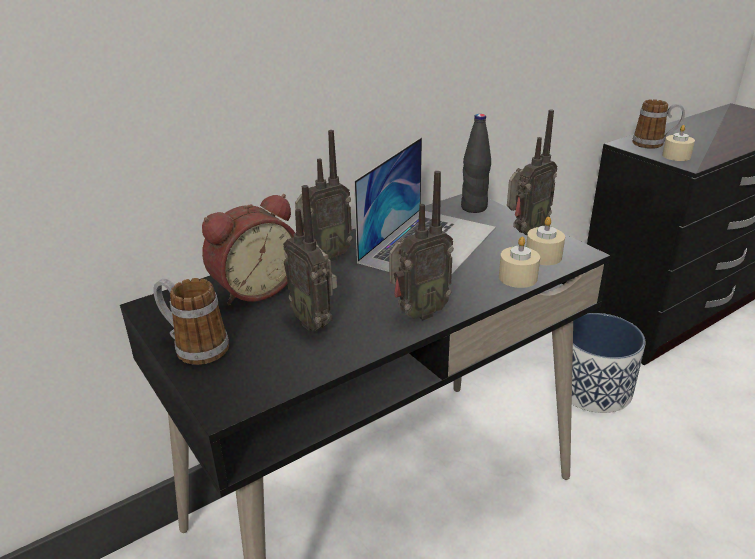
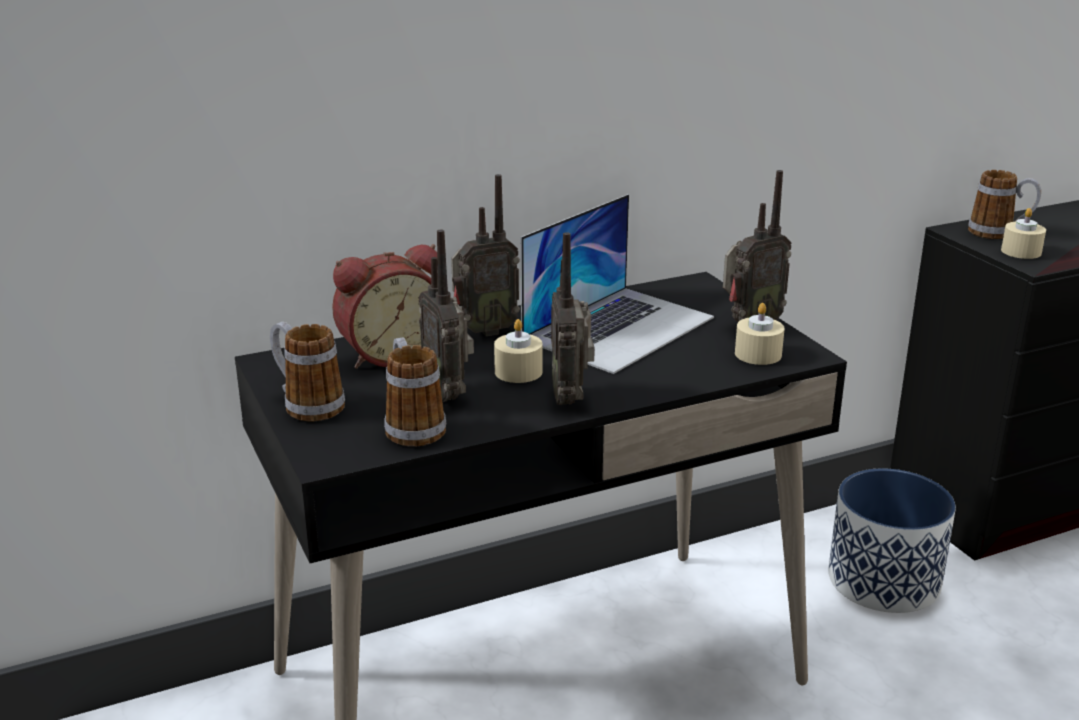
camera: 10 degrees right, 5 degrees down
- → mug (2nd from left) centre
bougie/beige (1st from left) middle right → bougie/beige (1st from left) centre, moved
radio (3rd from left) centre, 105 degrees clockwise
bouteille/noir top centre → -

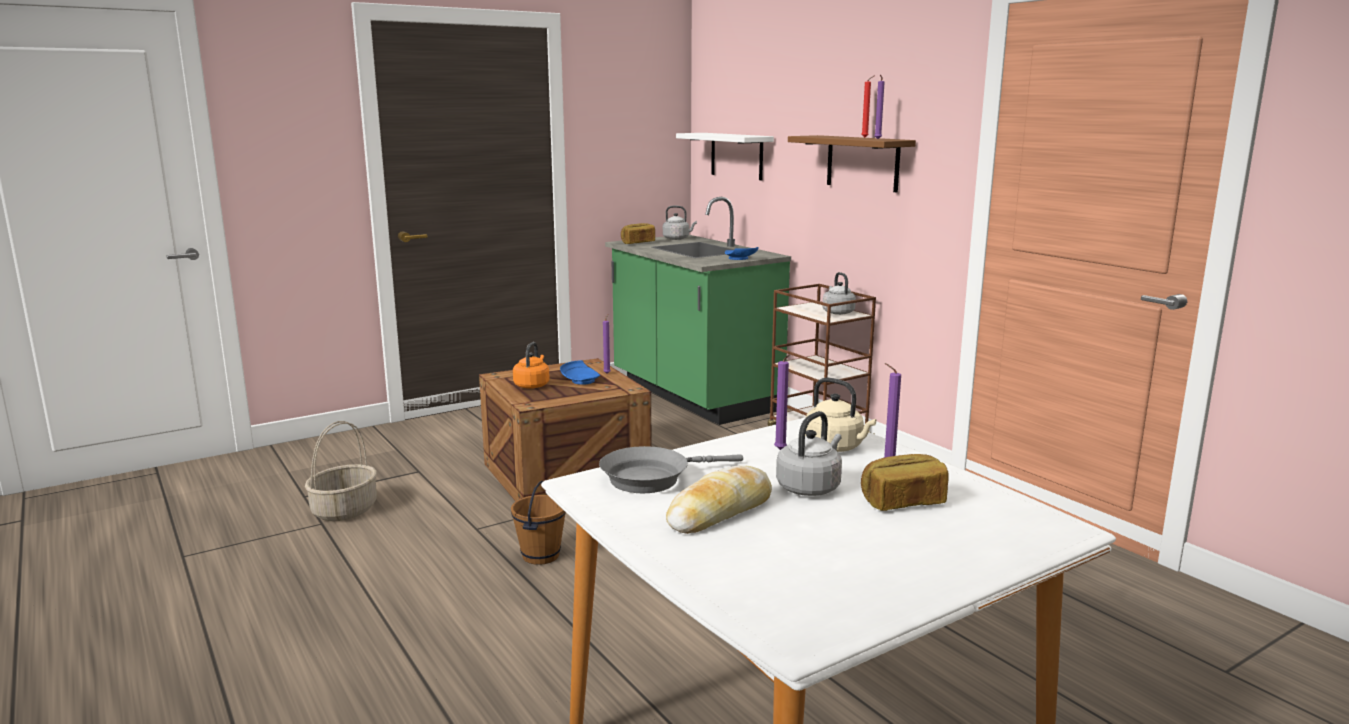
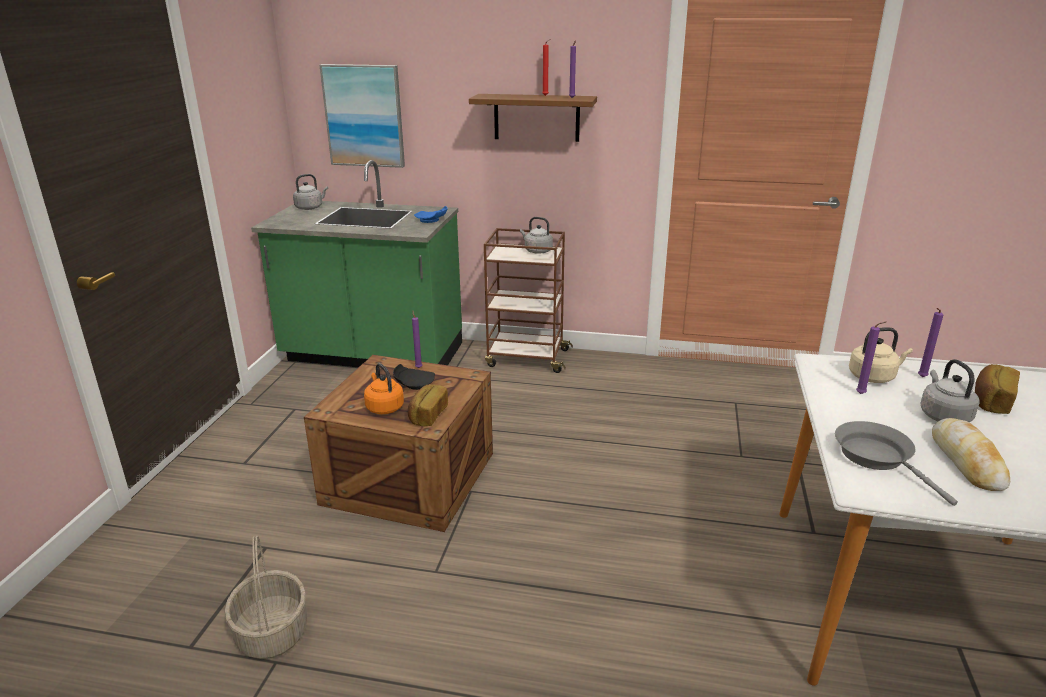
camera: 45 degrees left, 10 degrees up
étagère/blanc top centre → tableau top centre
assiette/bleu (1st from left) centre → assiette/noir centre
pain (1st from left) top centre → pain (1st from left) centre, moved
poêle/gris centre → poêle/gris middle right, 135 degrees clockwise
seau/marron bottom centre → -

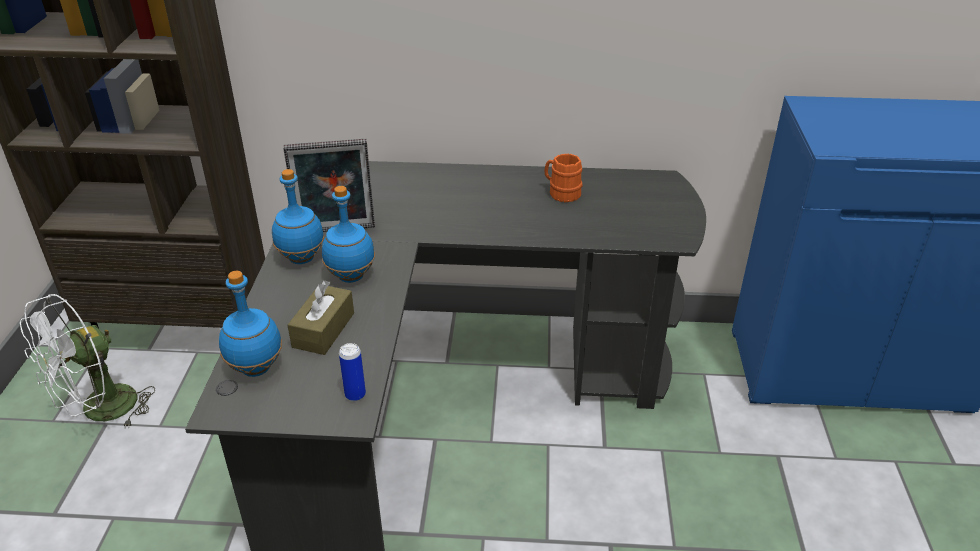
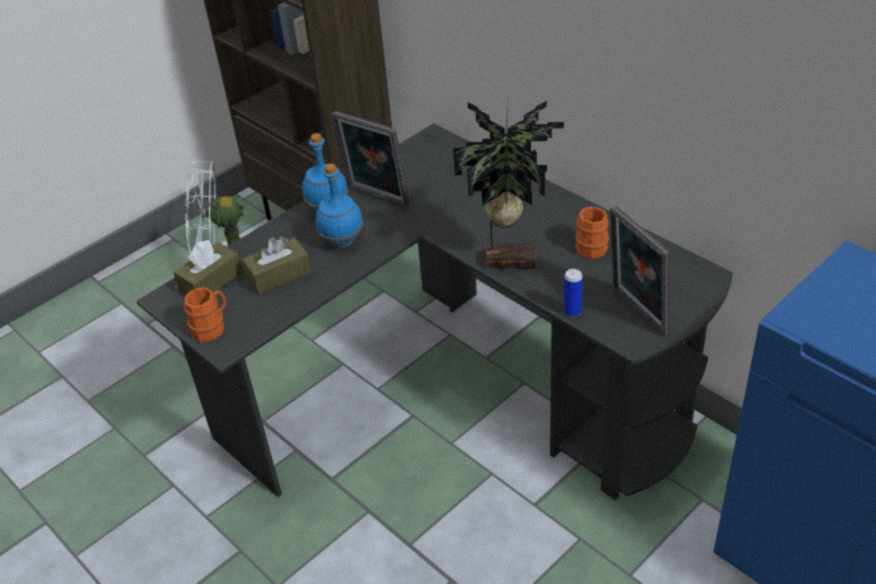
camera: 45 degrees right, 5 degrees up
bouteille/bleu (1st from left) middle left → boîte à mouchoirs/marron (1st from left) middle left
- → mug/orange (1st from left) middle left
- → plante en pot top centre
boîte métallique bottom centre → boîte métallique centre, moved
- → cadre photo (2nd from left) middle right

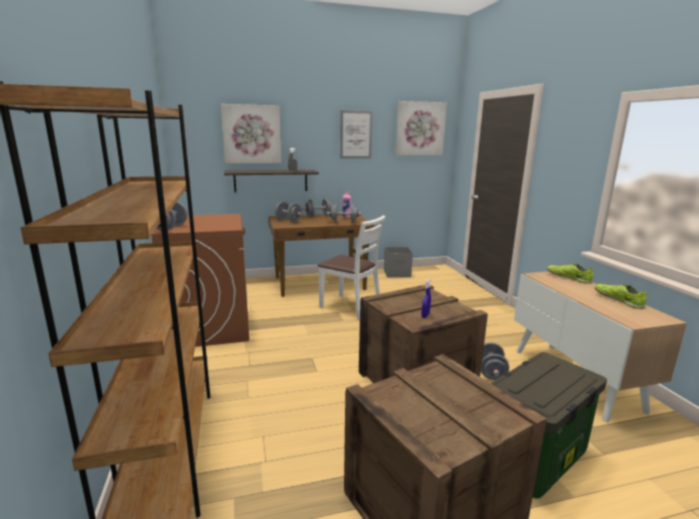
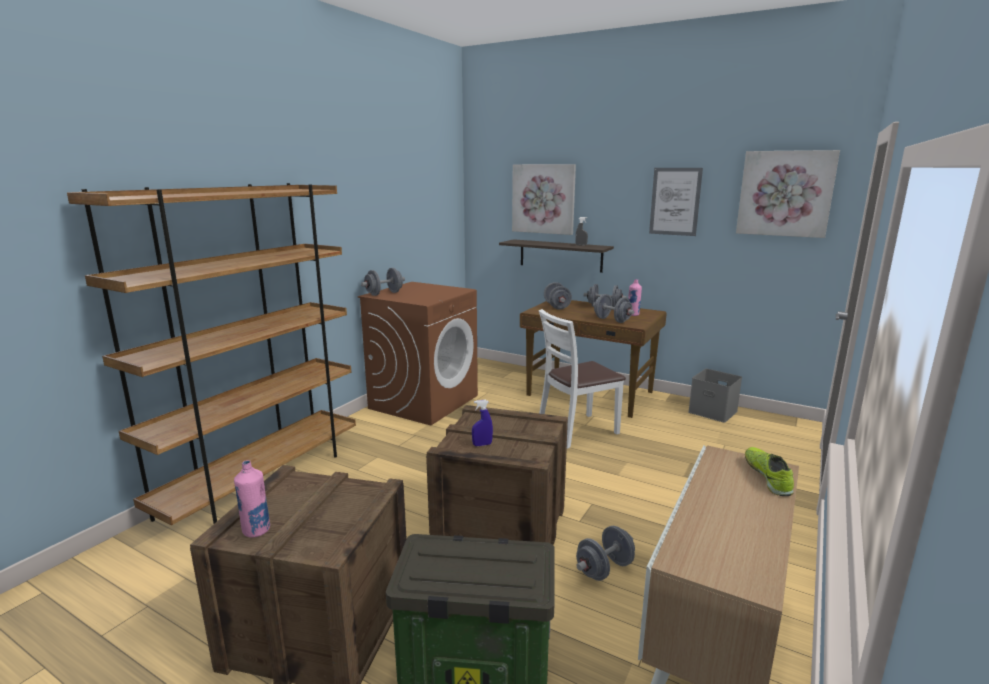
camera: 45 degrees right, 0 degrees up
- → bouteille/rose (1st from left) bottom left
chaise/blanc centre, 75 degrees clockwise
chaussure (2nd from left) middle right → -

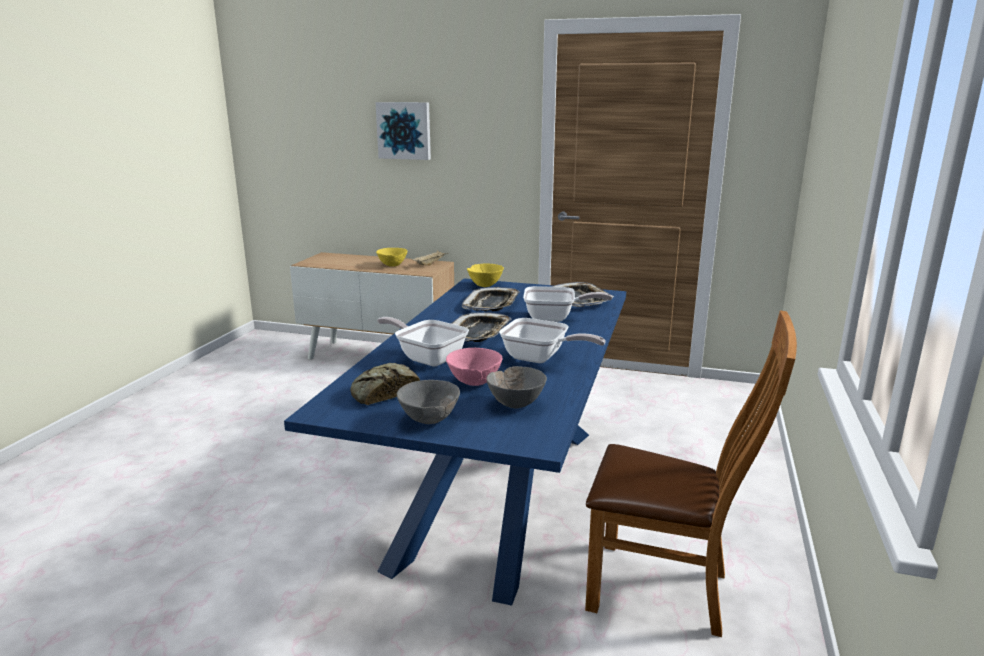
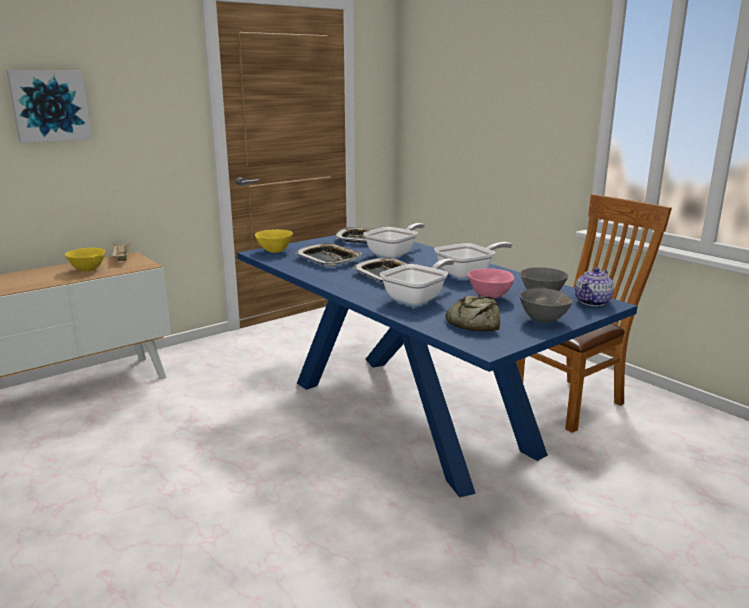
camera: 55 degrees left, 0 degrees up
poêle (1st from left in the first image) centre → poêle (2nd from left) centre, 150 degrees clockwise
- → théière middle right

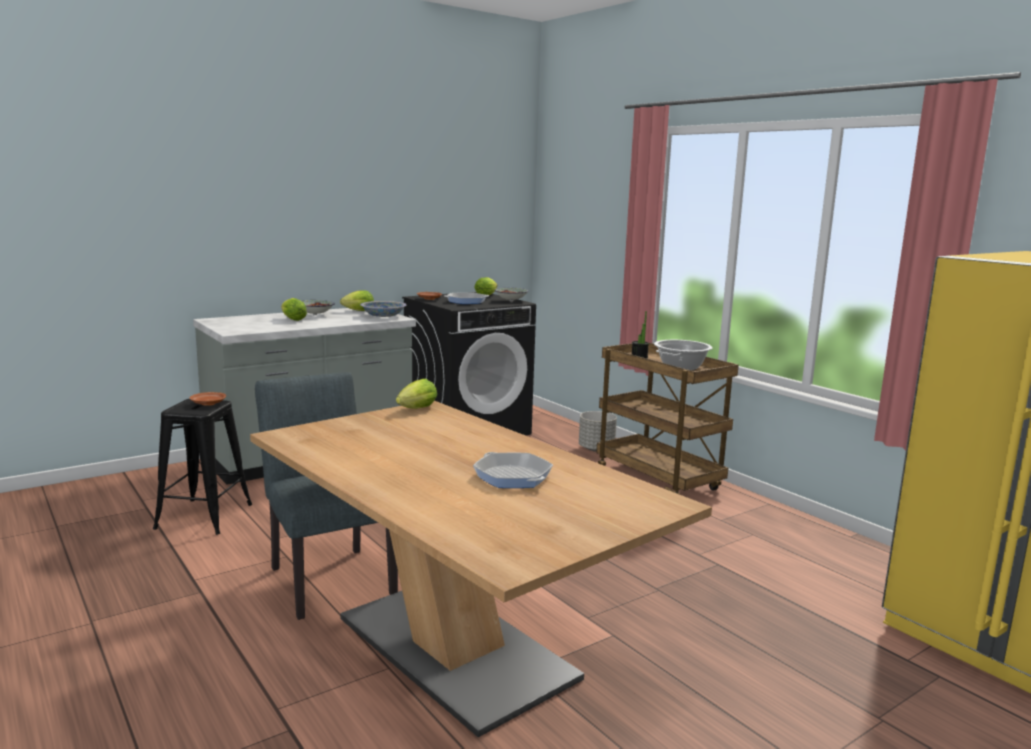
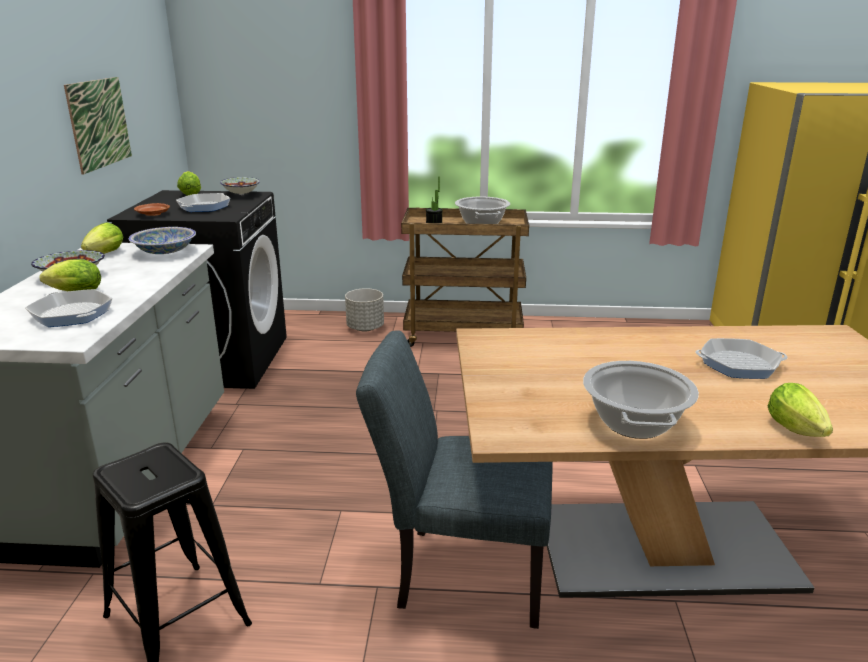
camera: 50 degrees left, 10 degrees up
- → poêle (1st from left) middle left
- → tableau top left
- → marmite (2nd from left) middle right
laitue (3rd from left in the first image) centre → laitue (4th from left) middle right, moved
assiette/marron (1st from left) middle left → -

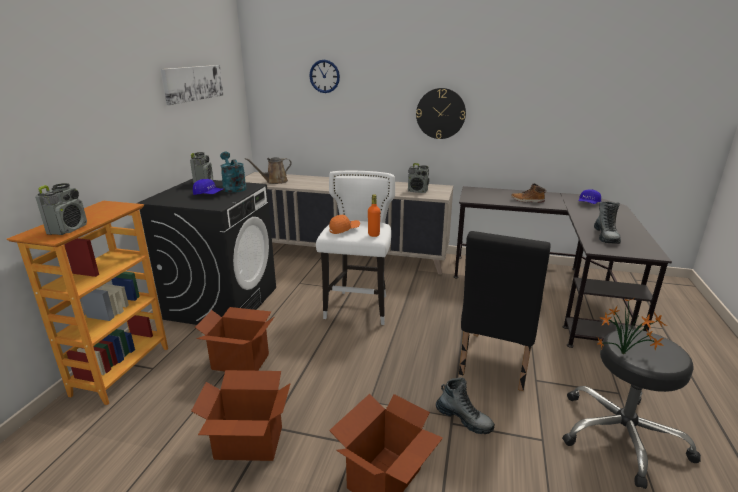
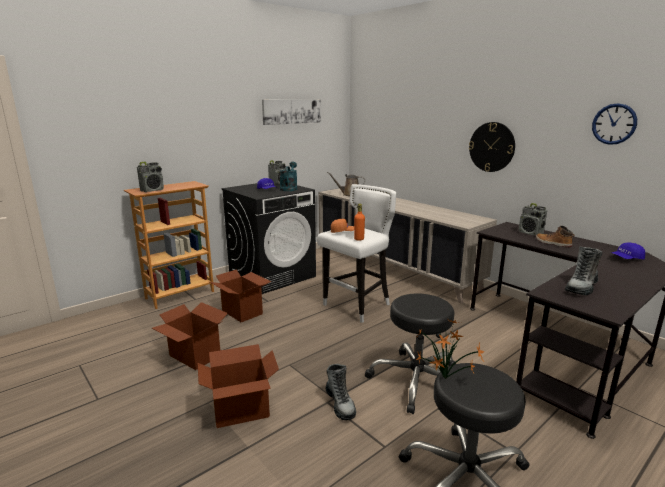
camera: 35 degrees right, 5 degrees down
chaise/noir middle right → tabouret/noir (1st from left) bottom centre
radio (3rd from left) centre → radio (3rd from left) middle right, moved
horloge murale (1st from left in the first image) top centre → horloge murale (2nd from left) top right, moved

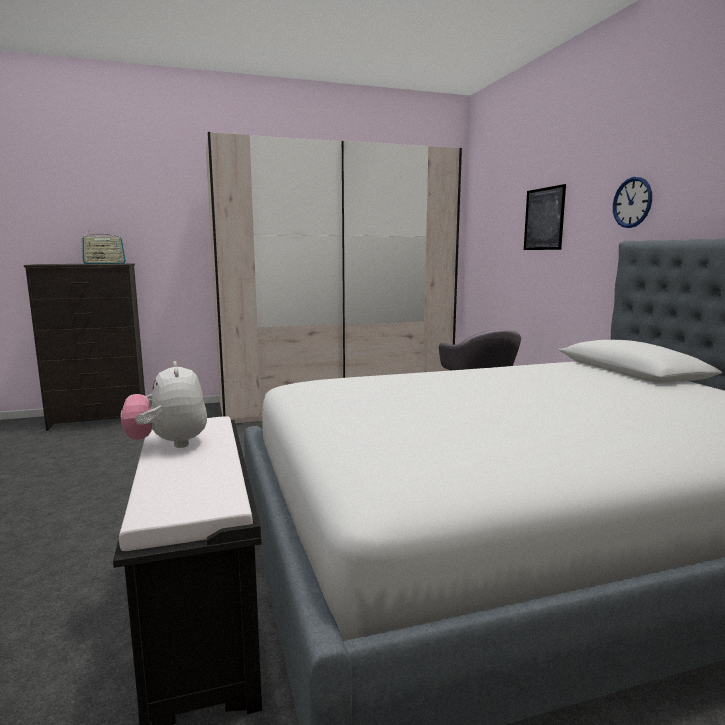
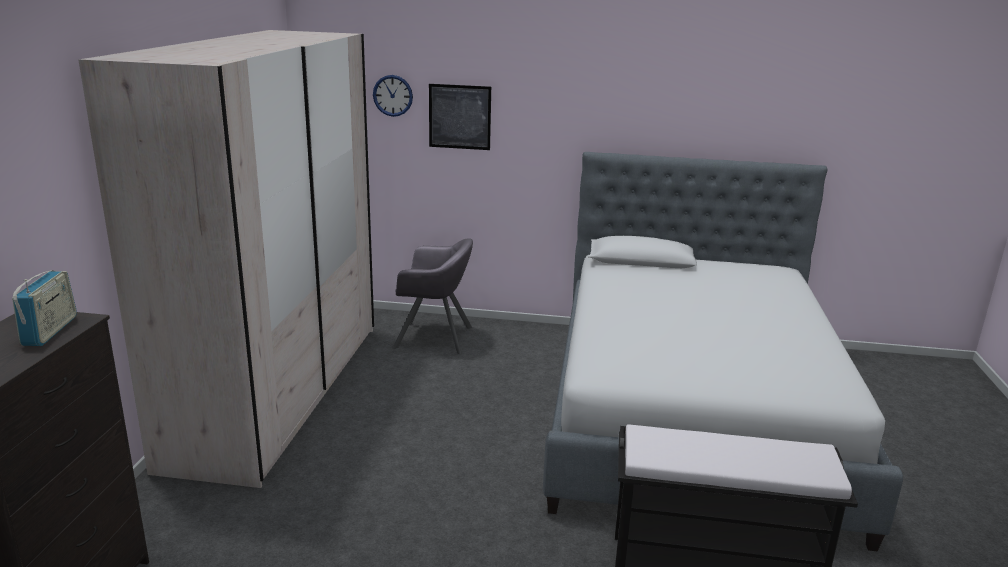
camera: 65 degrees left, 10 degrees up
horloge murale top right → horloge murale top centre, moved
peluche middle left → -

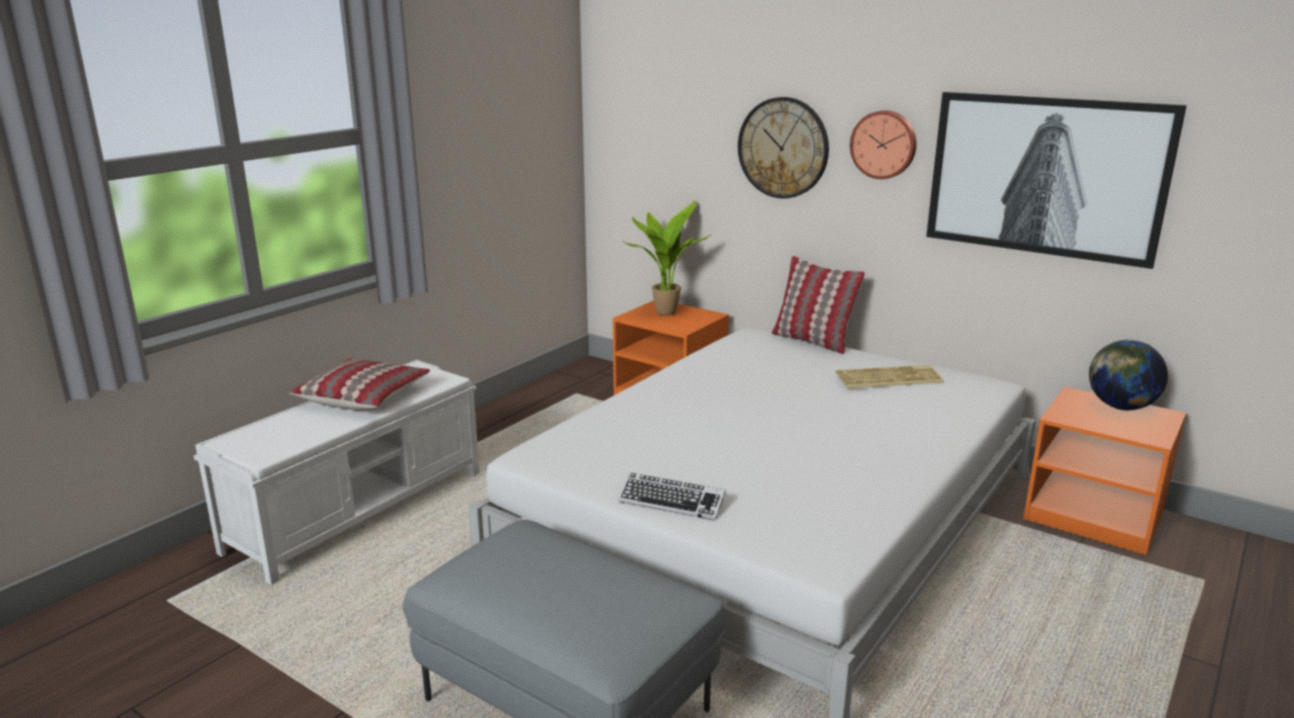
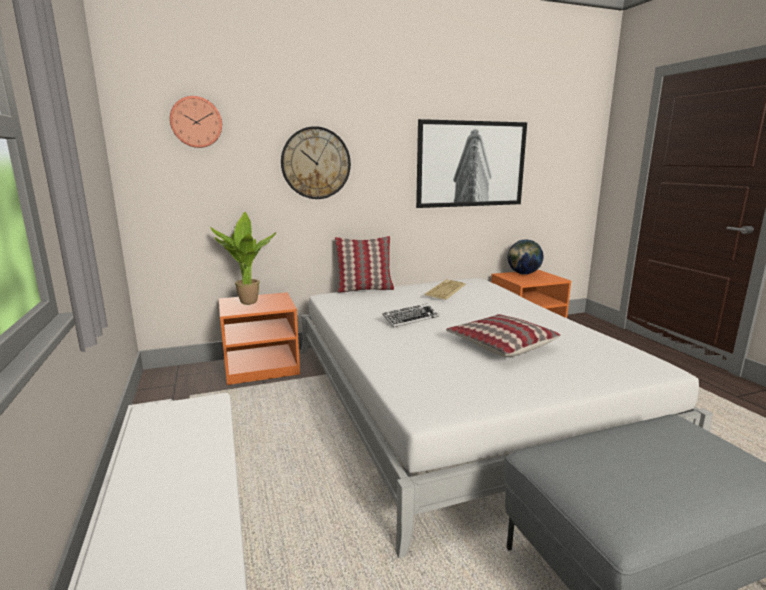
camera: 55 degrees left, 5 degrees down
horloge murale (2nd from left in the first image) top right → horloge murale (1st from left) top left, moved
clavier (1st from left) bottom centre → clavier (1st from left) centre, moved
coussin (1st from left in the first image) middle left → coussin (2nd from left) centre, moved

